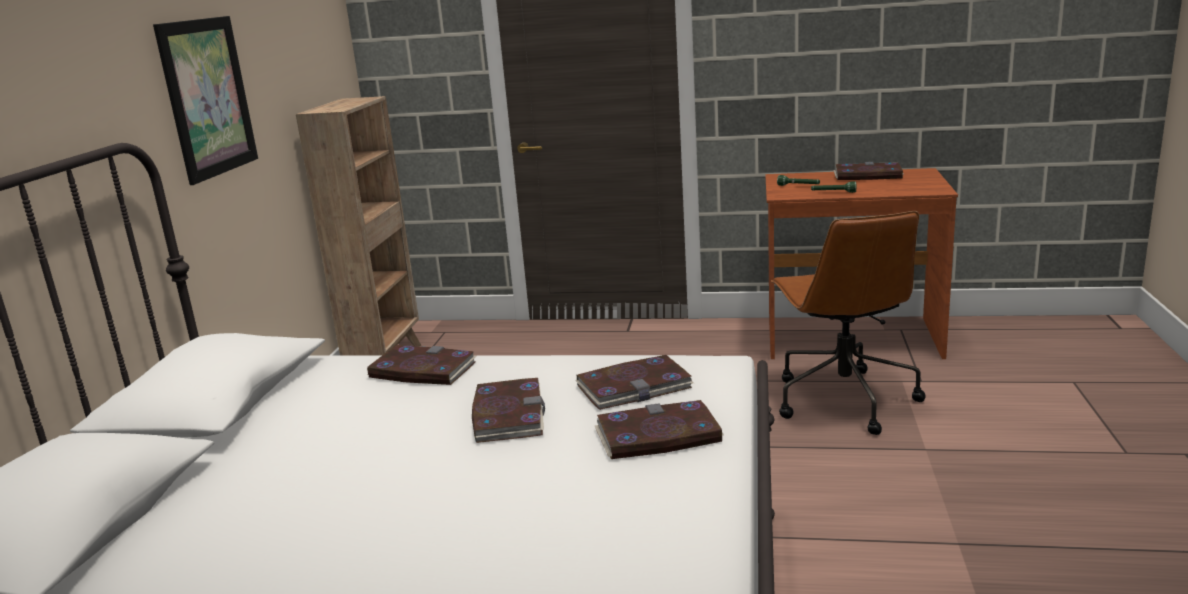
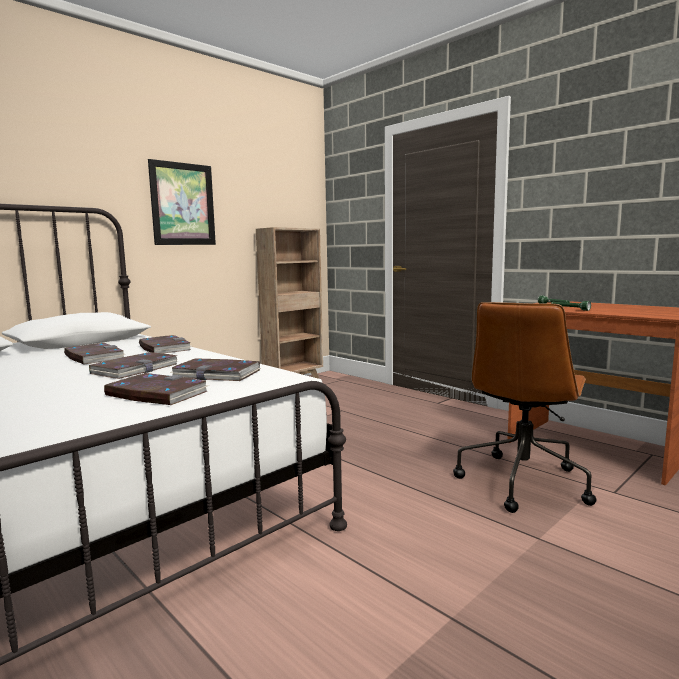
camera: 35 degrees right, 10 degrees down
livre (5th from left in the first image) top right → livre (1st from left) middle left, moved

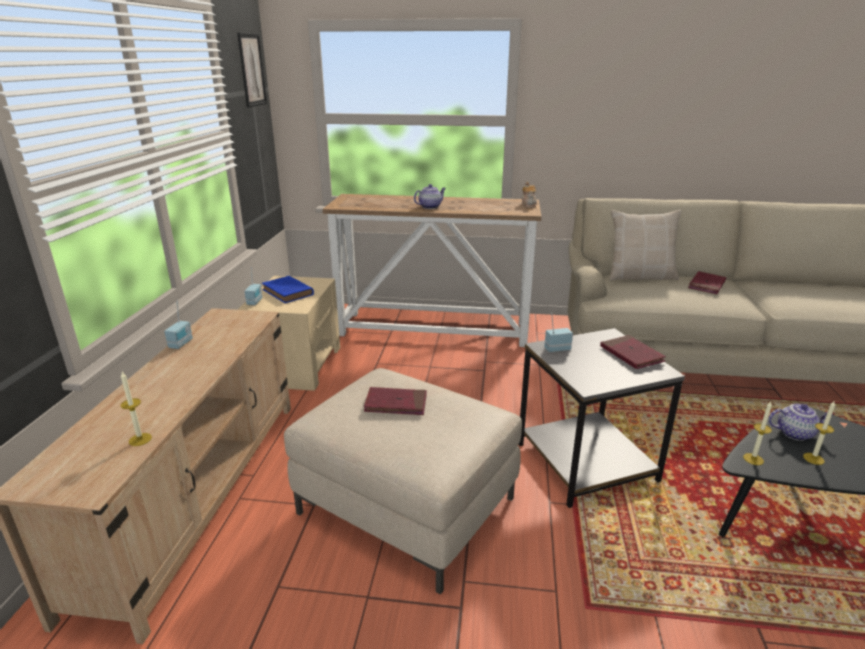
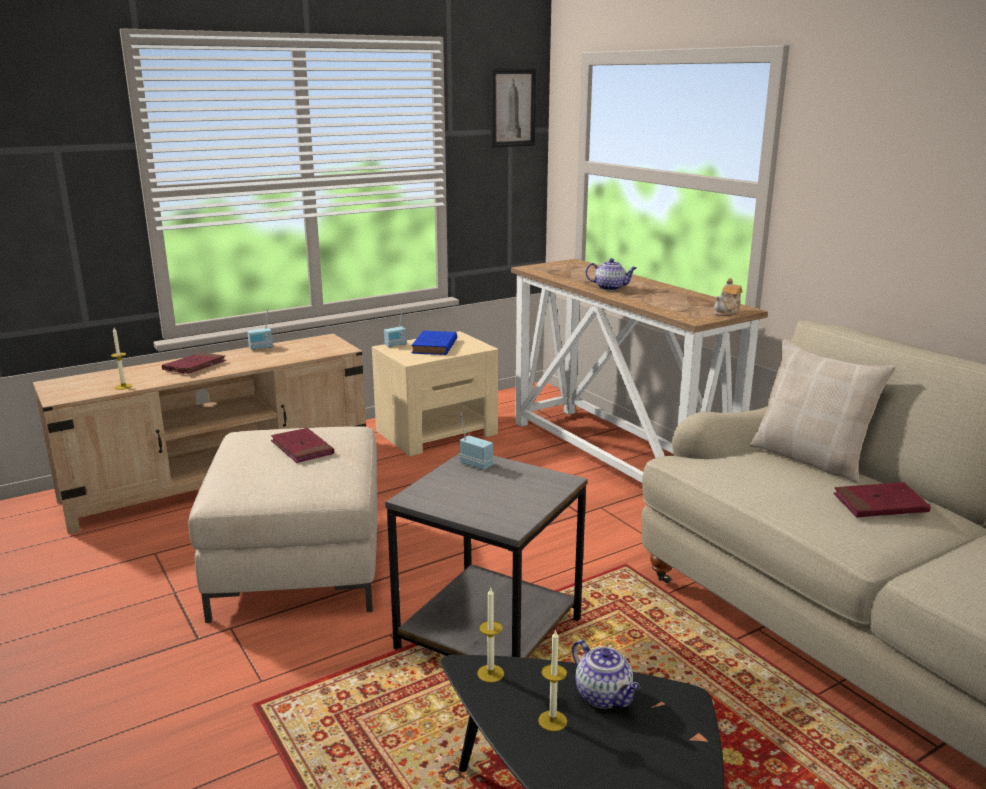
camera: 50 degrees right, 5 degrees down
livre/rouge (2nd from left in the first image) middle right → livre/rouge (1st from left) middle left, moved

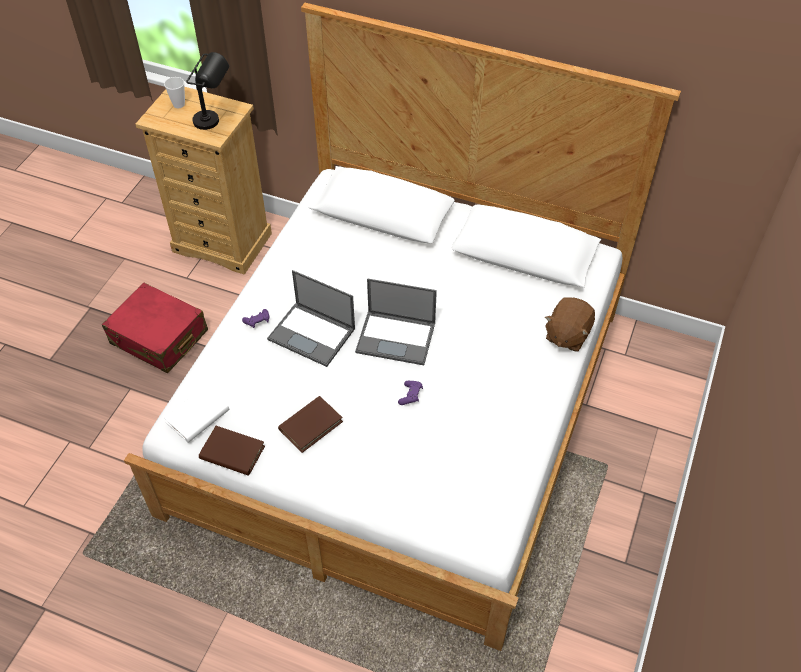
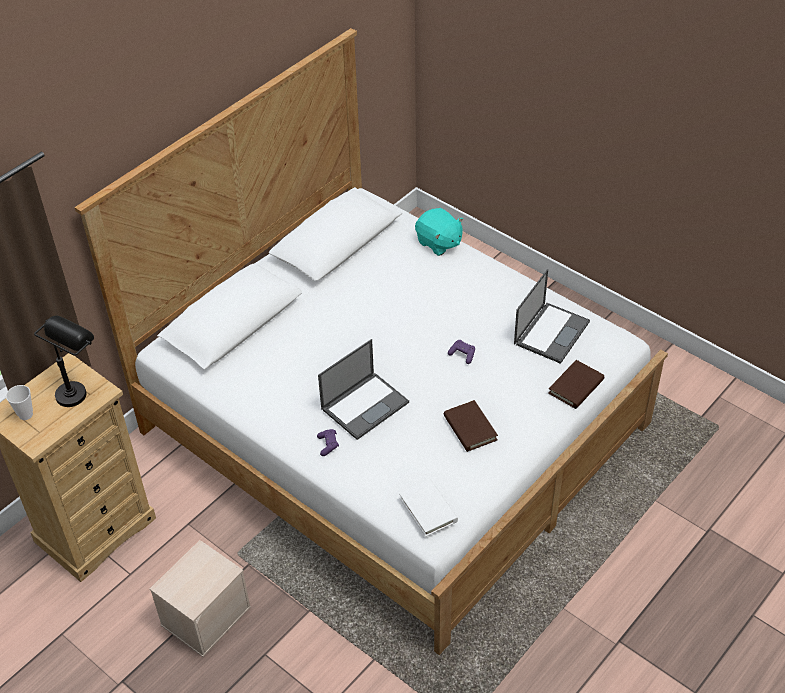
camera: 70 degrees left, 5 degrees down
valise/rouge middle left → boîte de rangement/beige bottom left
peluche/marron middle right → peluche/turquoise centre
ordinateur portable (2nd from left) centre → ordinateur portable (2nd from left) middle right, moved
livre/marron (1st from left in the first image) bottom left → livre/marron (2nd from left) middle right, moved

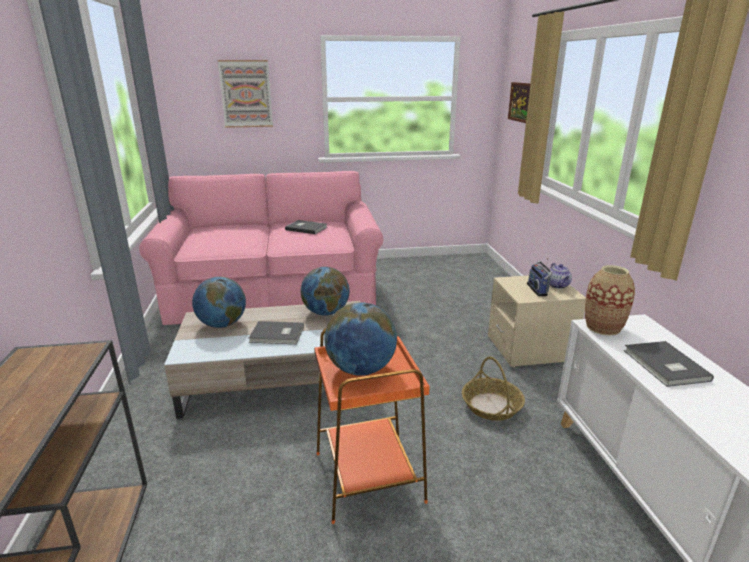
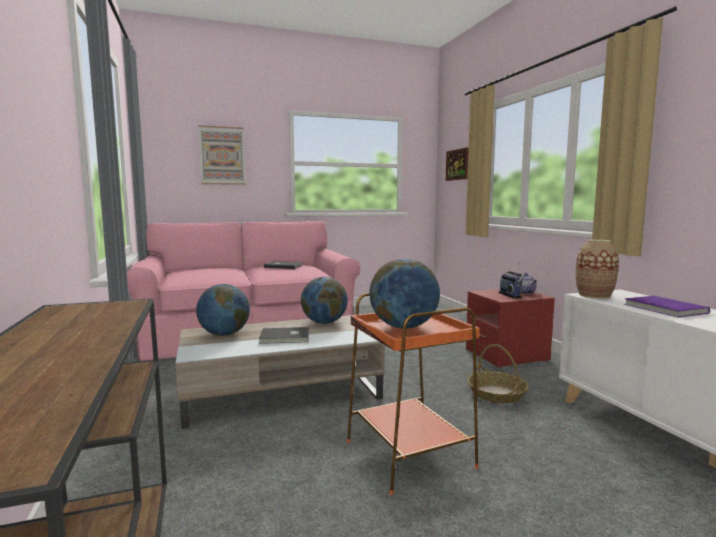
camera: 10 degrees left, 15 degrees down
table de chevet/beige middle right → table de chevet/rouge middle right
livre/gris (3rd from left) middle right → livre/violet middle right

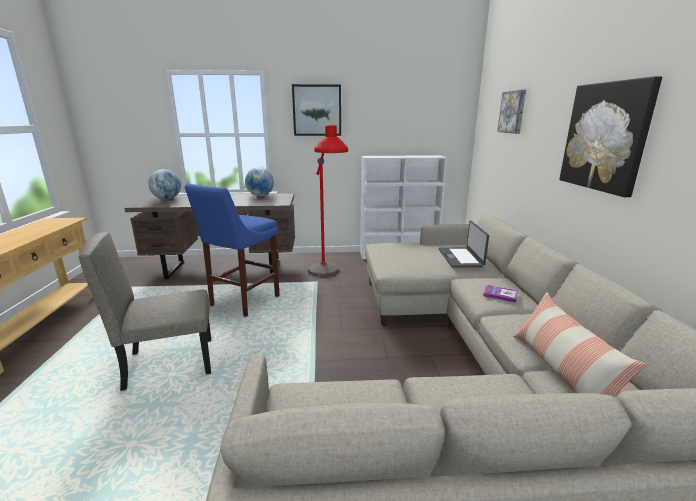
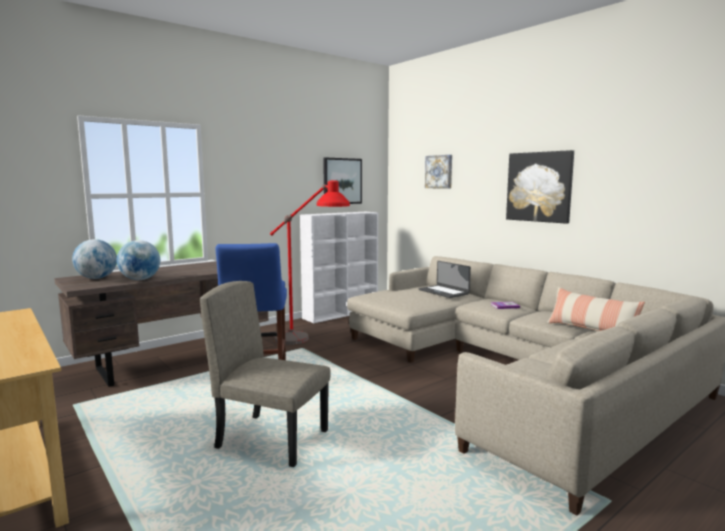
camera: 35 degrees left, 10 degrees down
globe (2nd from left) centre → globe (2nd from left) middle left, moved
chaise/beige middle left → chaise/beige bottom centre, 75 degrees clockwise
tableau (1st from left) top centre → tableau (1st from left) centre, moved

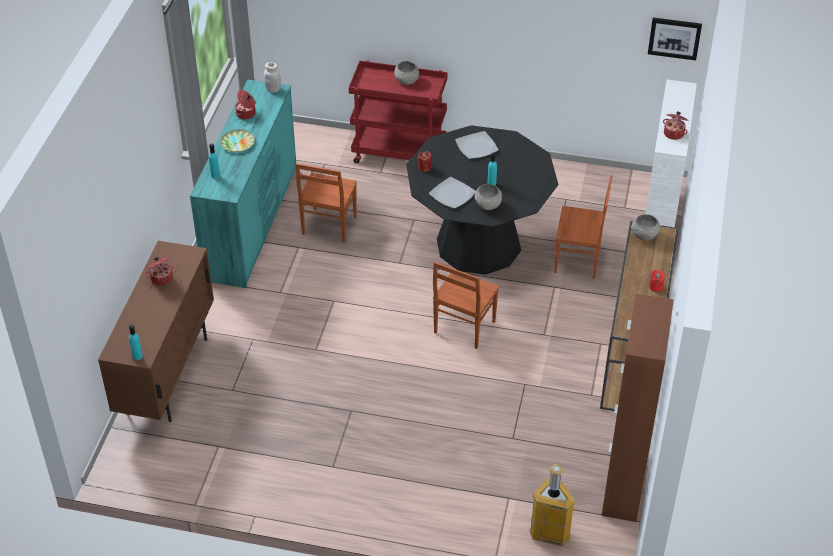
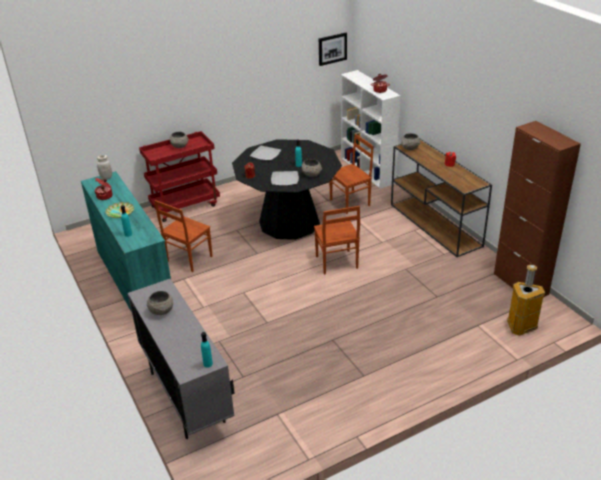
camera: 40 degrees left, 10 degrees down
meuble de rangement/marron (1st from left) middle left → meuble de rangement/gris bottom left
marmite (1st from left) middle left → bol/gris (1st from left) middle left
chaise/marron (1st from left) centre → chaise/marron (1st from left) middle left, 60 degrees clockwise

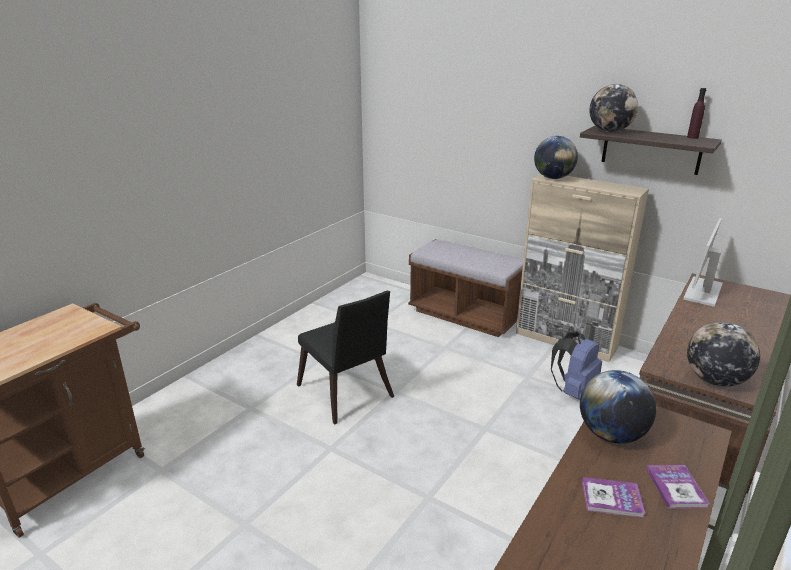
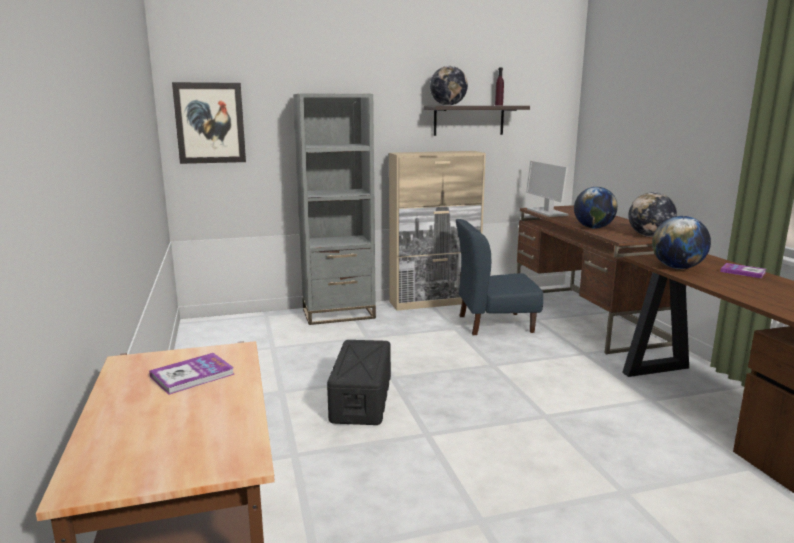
camera: 50 degrees left, 10 degrees down
livre (1st from left) bottom right → livre (1st from left) bottom left, moved
- → tableau top left
banc/marron centre → bibliothèque/gris centre
chaise/noir centre → boîte de rangement/noir bottom centre
sac à dos/bleu middle right → chaise/bleu centre
globe (1st from left in the first image) top right → globe (2nd from left) middle right, moved

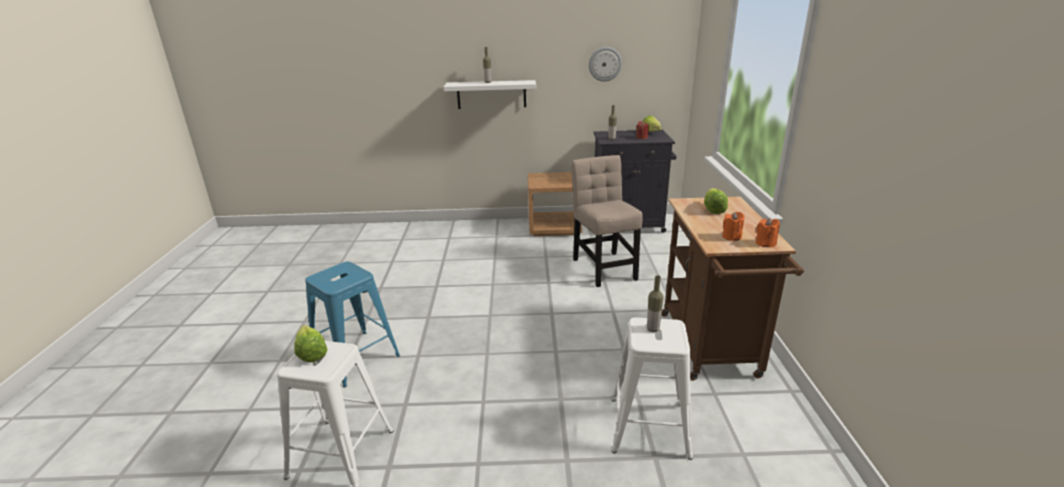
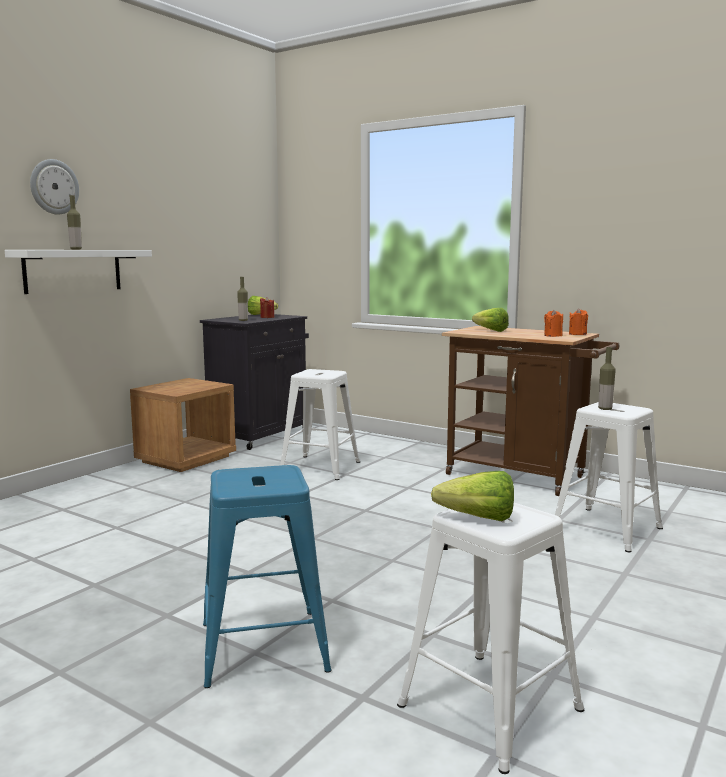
camera: 55 degrees left, 15 degrees down
horloge murale top centre → horloge murale top left, moved
chaise/beige centre → tabouret/blanc (1st from left) centre

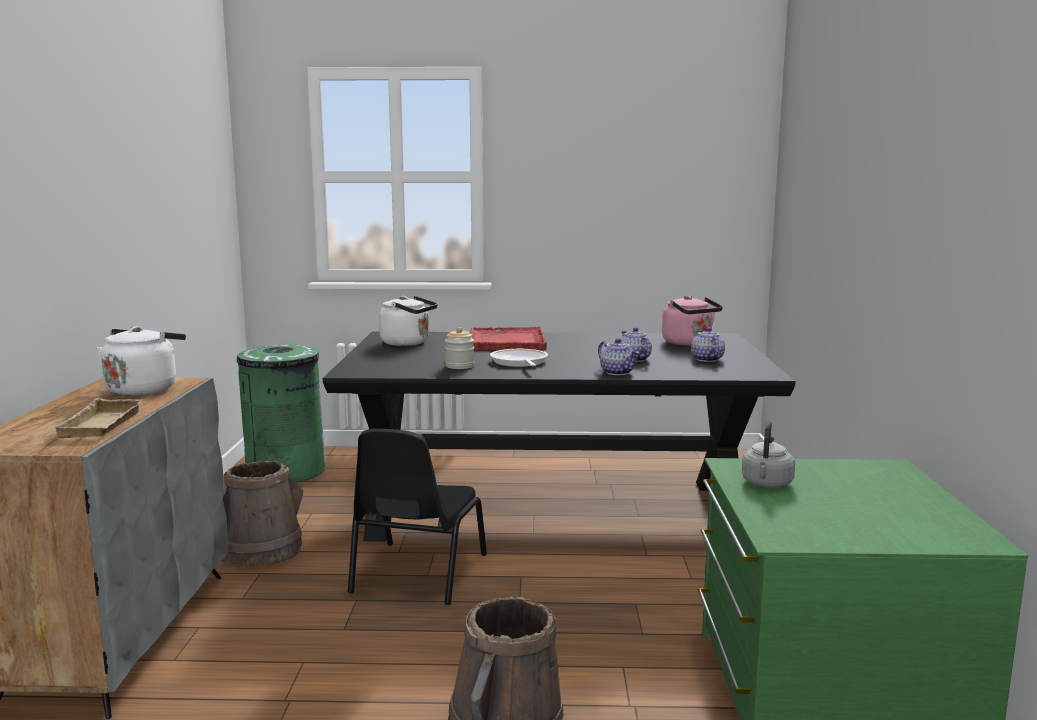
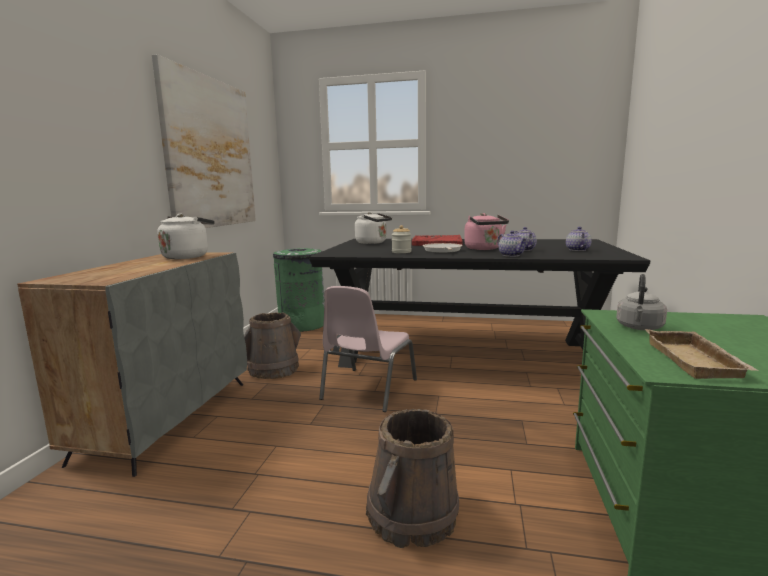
camera: 10 degrees right, 0 degrees up
- → tableau top left
chaise/noir bottom centre → chaise/rose centre
bouilloire/rose middle right → bouilloire/rose centre, moved
plateau/beige middle left → plateau/beige middle right, moved

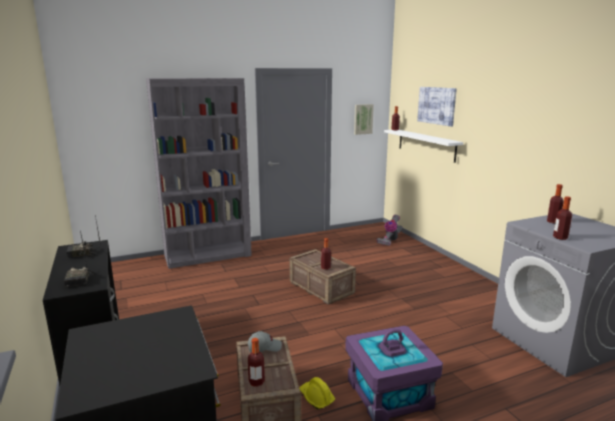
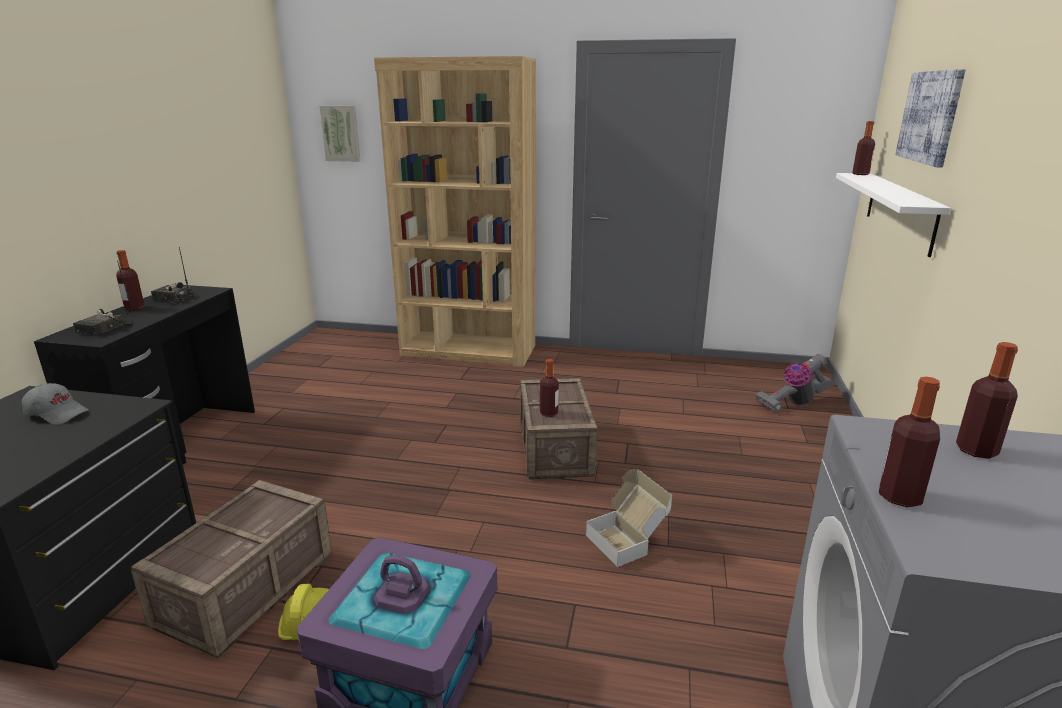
camera: 35 degrees right, 5 degrees up
casquette/gris bottom centre → casquette/gris middle left, moved
bouteille (1st from left) bottom centre → bouteille (1st from left) middle left, moved
tableau (1st from left) top centre → tableau (1st from left) top left, moved
bibliothèque/gris middle left → bibliothèque/marron top centre
- → carton bottom centre

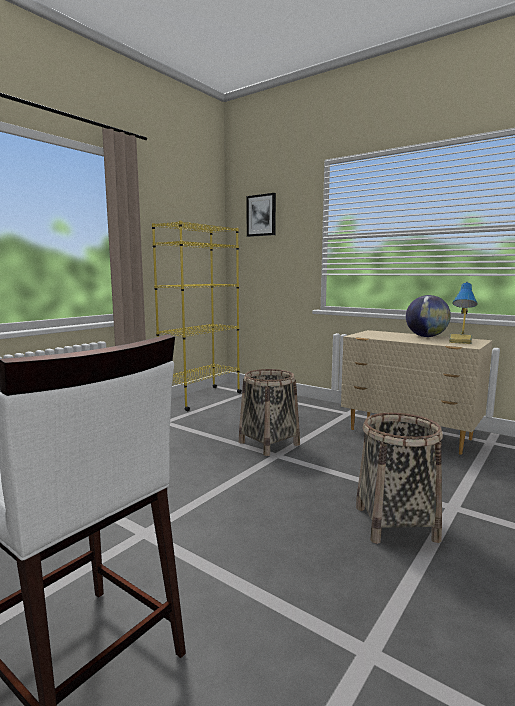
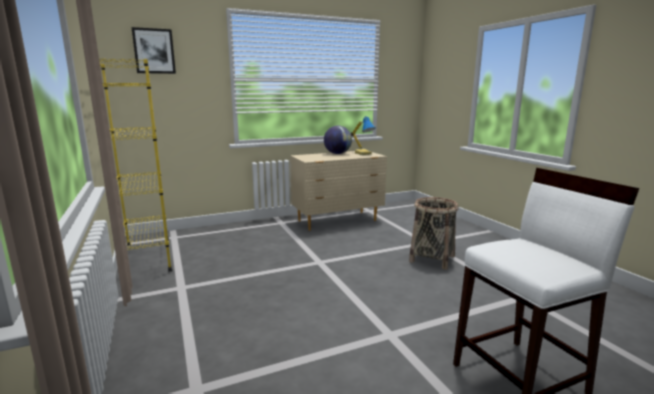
camera: 60 degrees left, 5 degrees up
panier (1st from left) centre → -

